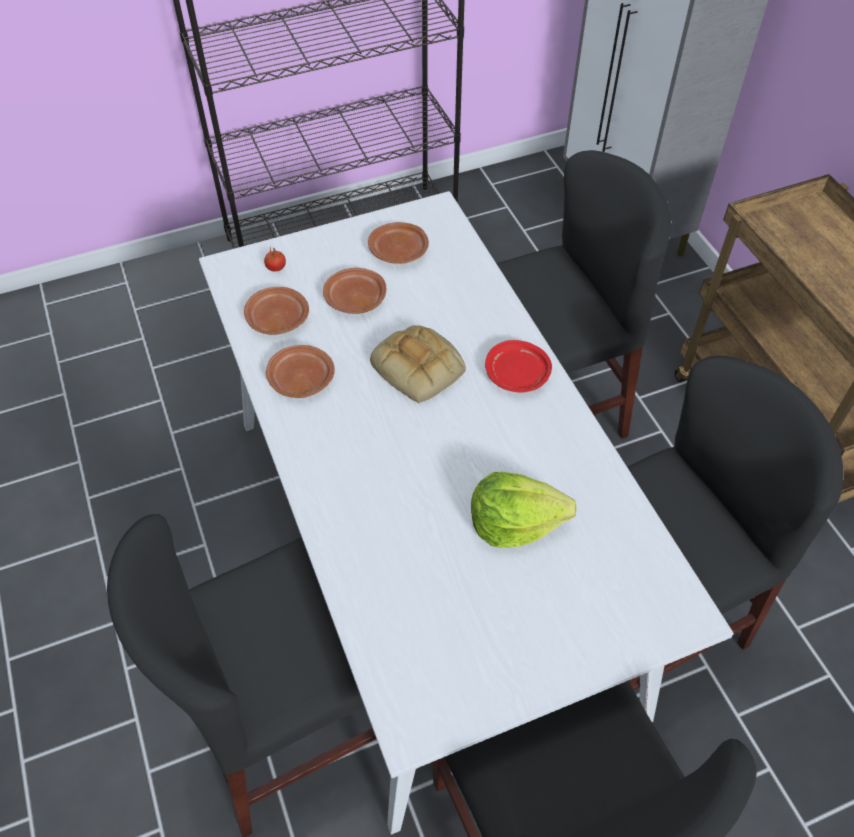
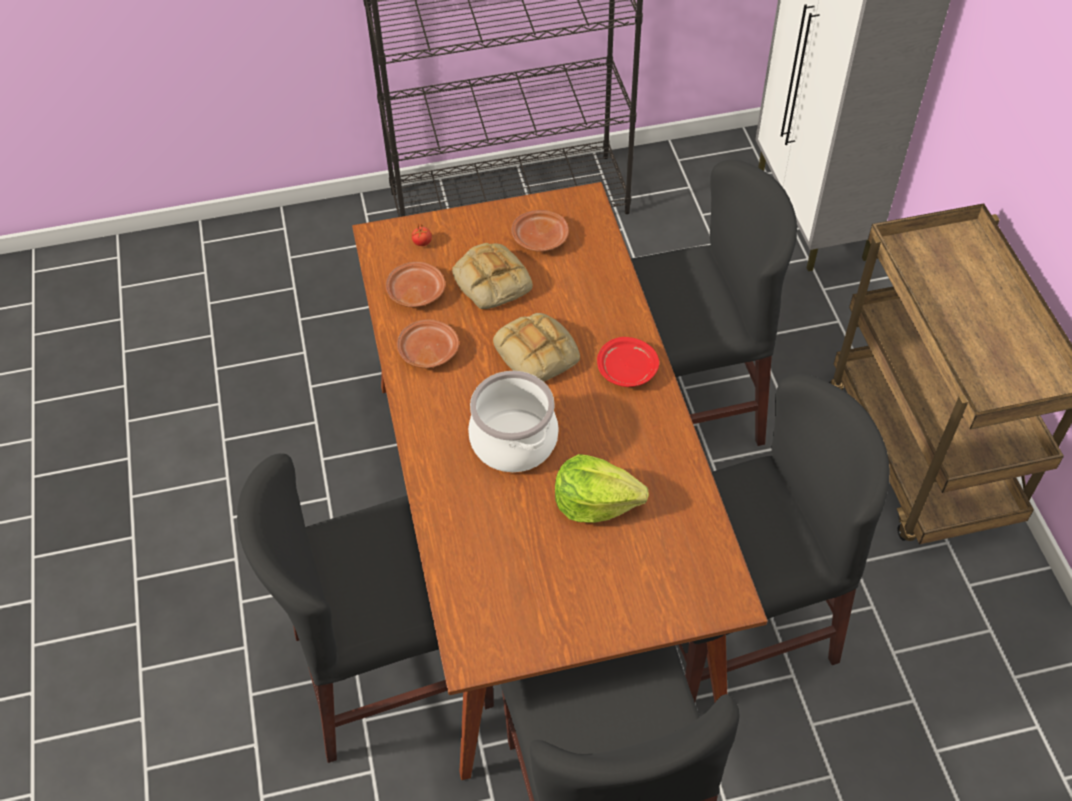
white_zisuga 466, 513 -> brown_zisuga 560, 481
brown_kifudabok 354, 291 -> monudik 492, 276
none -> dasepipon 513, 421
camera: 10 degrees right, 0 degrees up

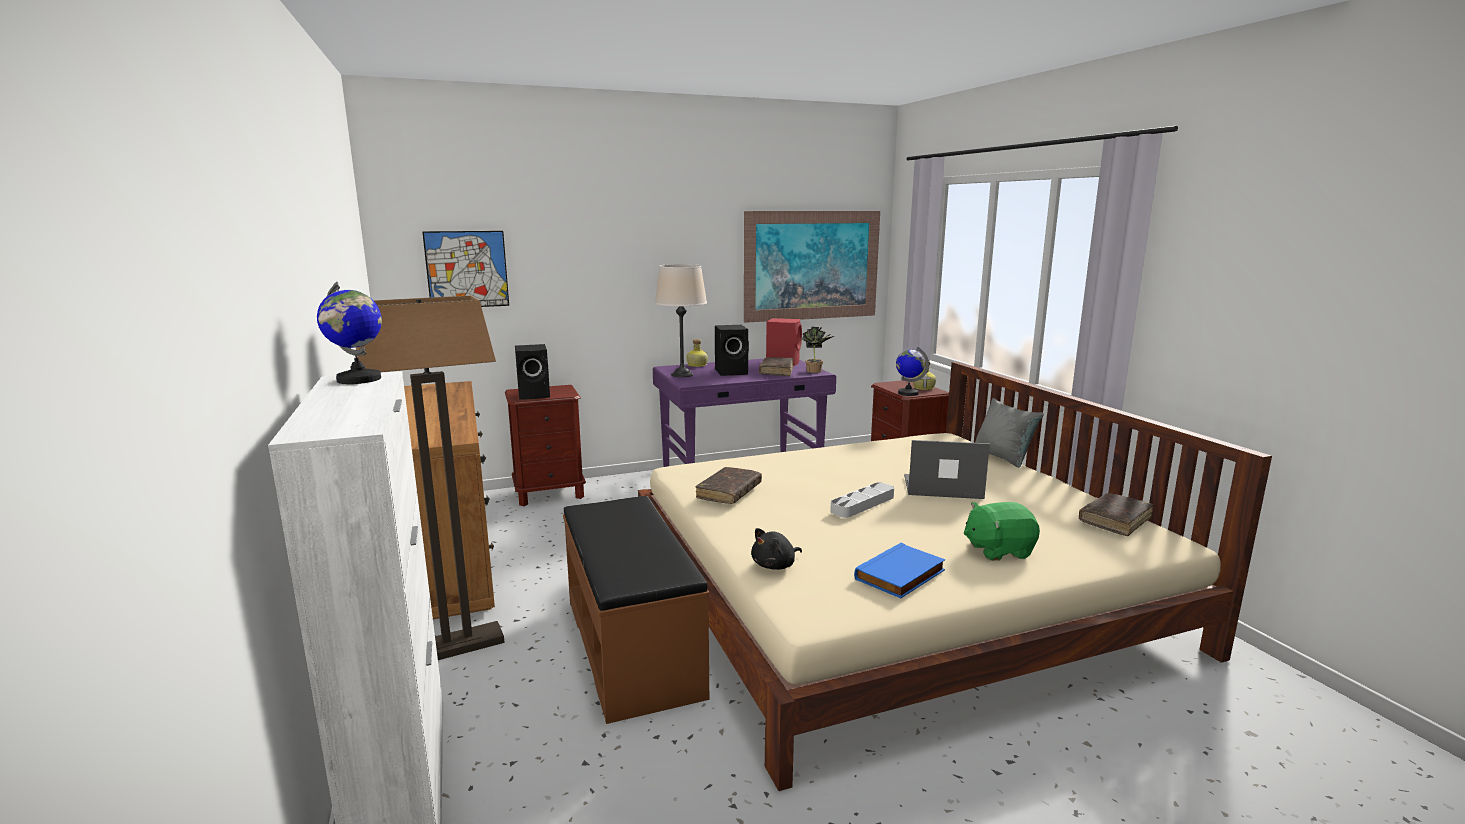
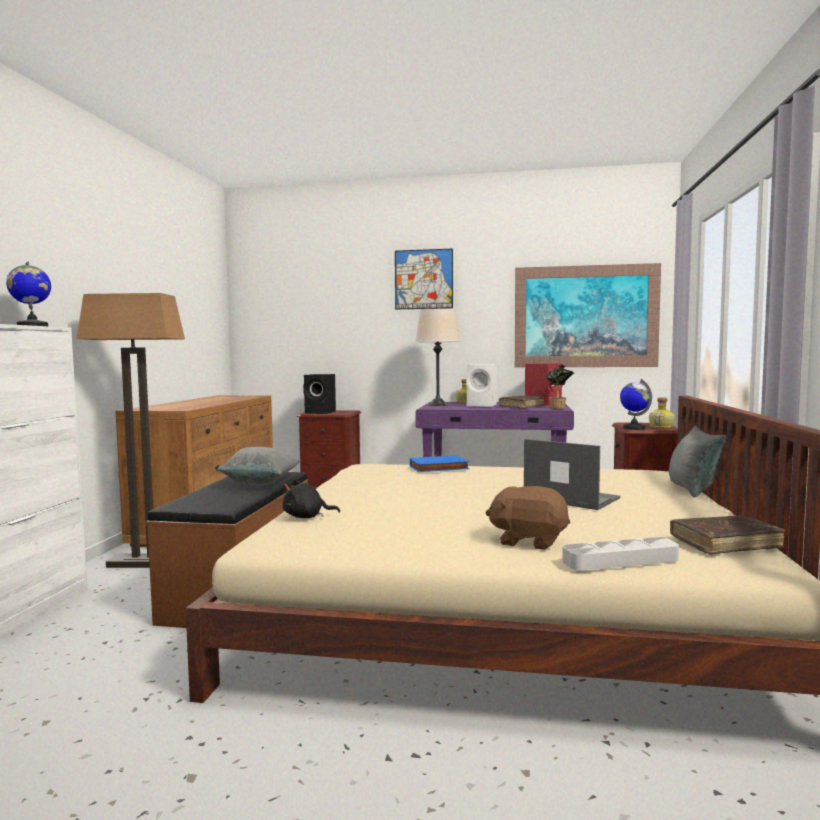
none -> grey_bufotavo 258, 466
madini 465, 269 -> madini 424, 279, shifted
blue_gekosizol 900, 570 -> blue_gekosizol 440, 463, shifted
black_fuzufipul 732, 350 -> white_fuzufipul 481, 385
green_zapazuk 1002, 531 -> brown_zapazuk 528, 518
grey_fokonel 862, 500 -> grey_fokonel 620, 554, shifted
brown_gekosizol 729, 485 -> none
camera: 30 degrees right, 10 degrees down

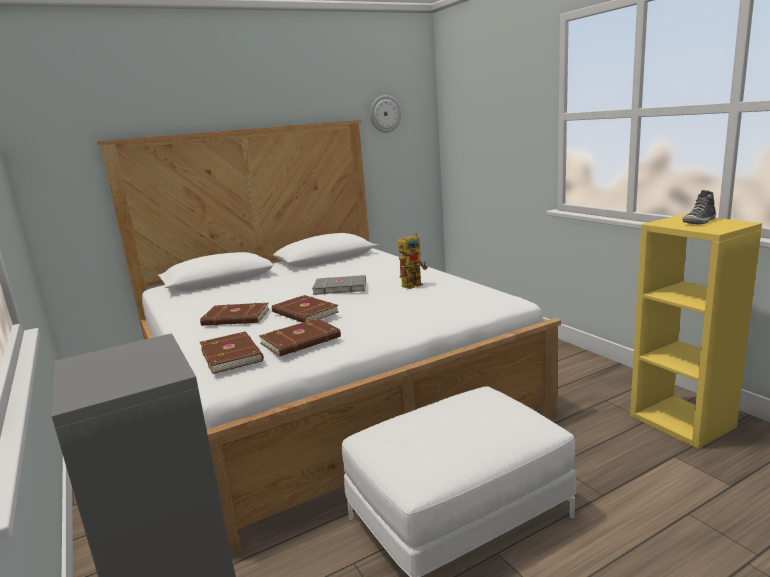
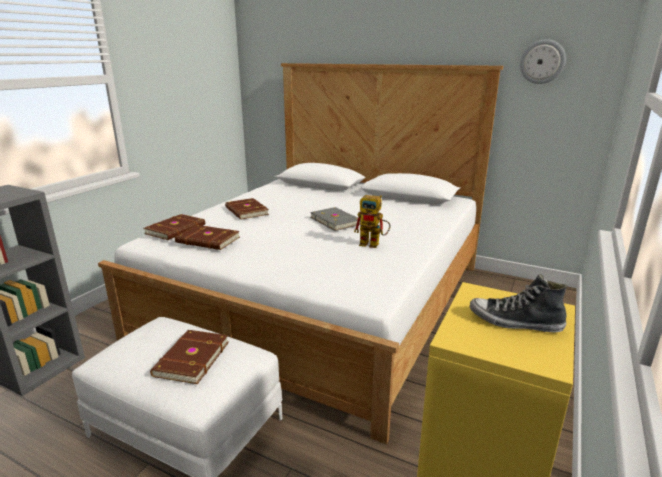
brown_gekosizol 305, 309 -> brown_gekosizol 189, 357, shifted
camera: 55 degrees right, 5 degrees up

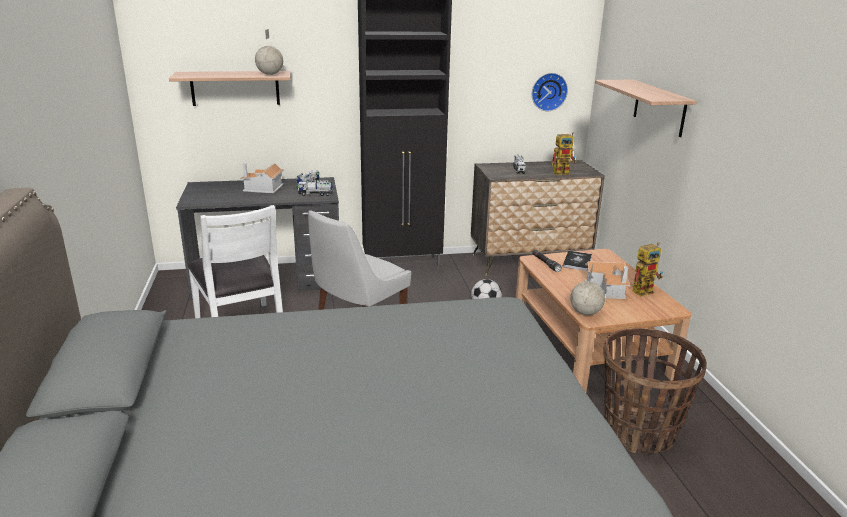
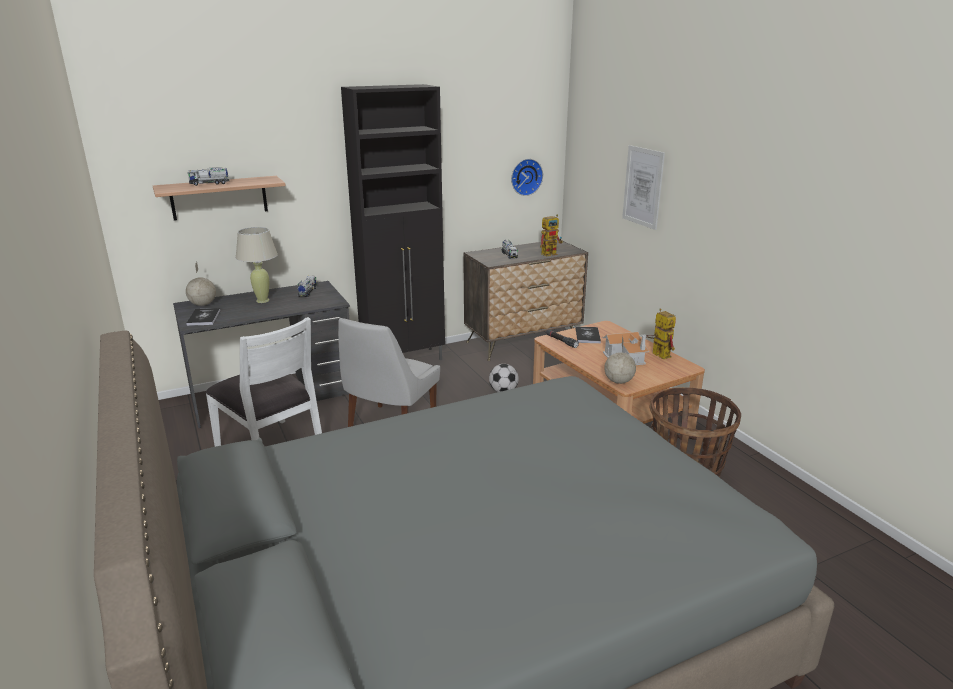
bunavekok 269, 52 -> bunavekok 201, 284, shifted
none -> gekosizol 203, 317
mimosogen 316, 188 -> mimosogen 208, 176, shifted
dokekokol 262, 178 -> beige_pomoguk 257, 265
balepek 646, 108 -> madini 643, 187
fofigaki 647, 269 -> fofigaki 661, 333, 75 degrees counterclockwise
camera: 15 degrees left, 0 degrees up

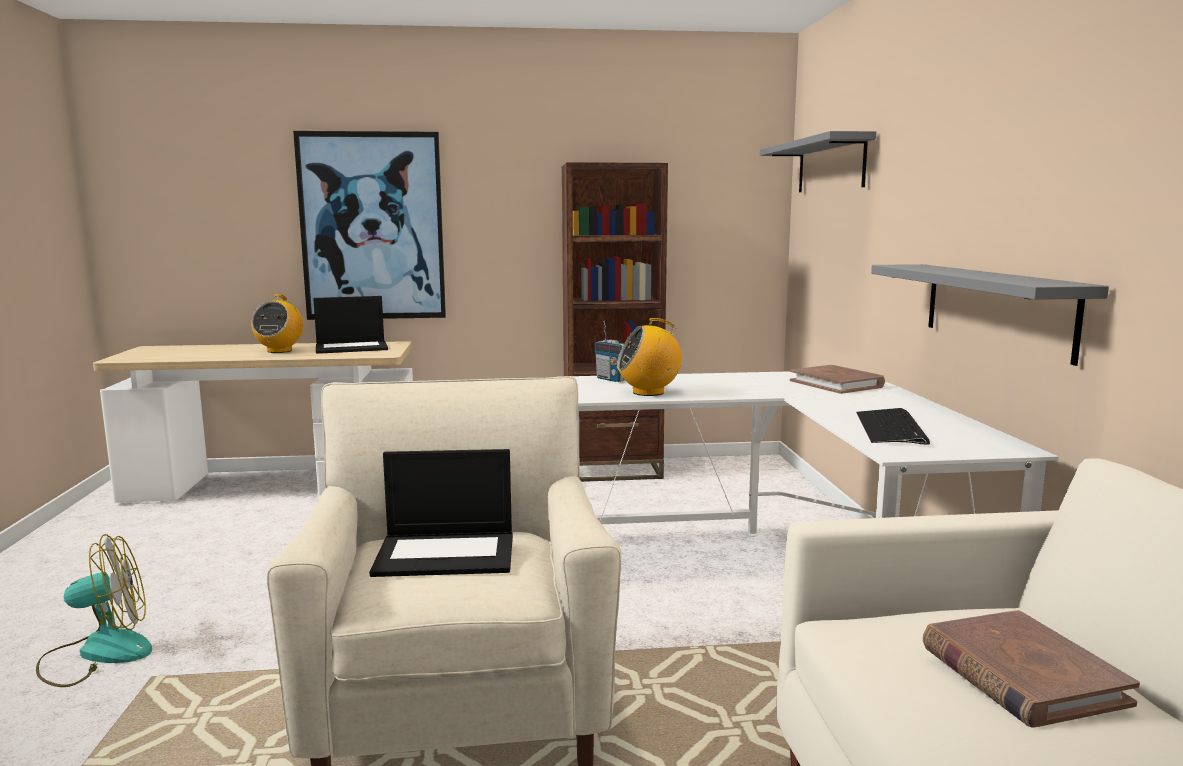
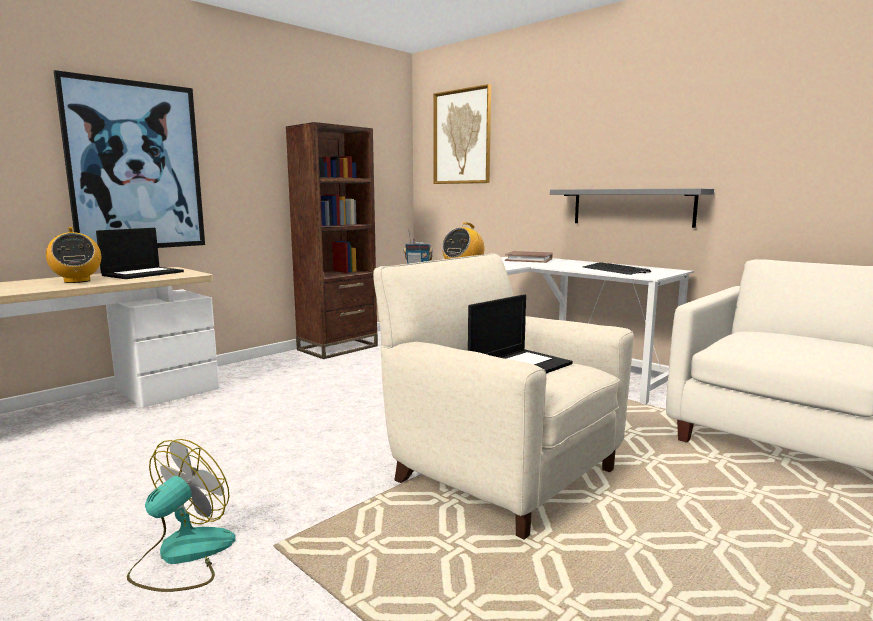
grey_balepek 818, 161 -> madini 462, 134
brown_gekosizol 1031, 669 -> none
camera: 40 degrees left, 0 degrees up

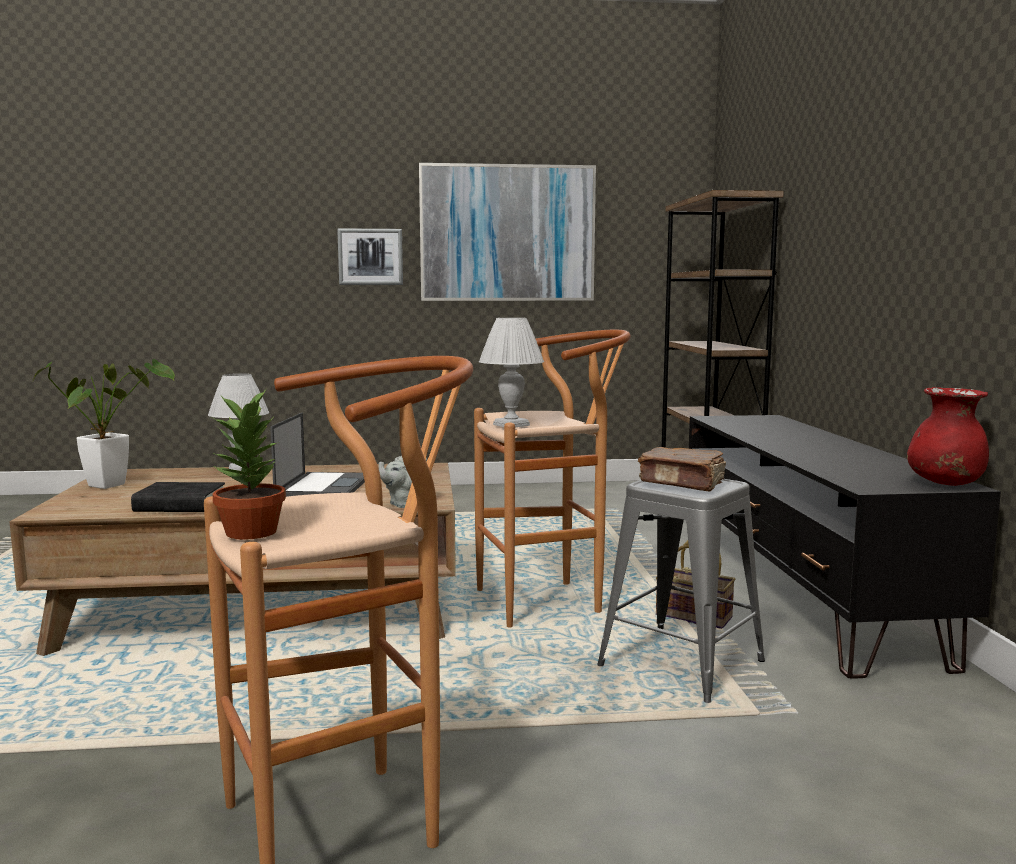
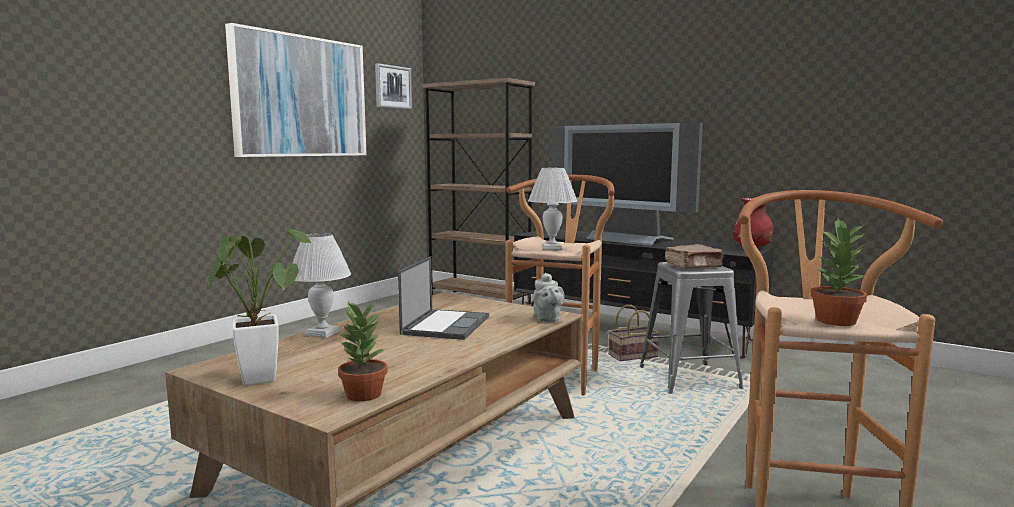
none -> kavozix 362, 351
madini 370, 256 -> madini 393, 86, shifted
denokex 317, 455 -> denokex 443, 298, 60 degrees clockwise
none -> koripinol 627, 184
black_gekosizol 178, 497 -> none
camera: 50 degrees left, 0 degrees up

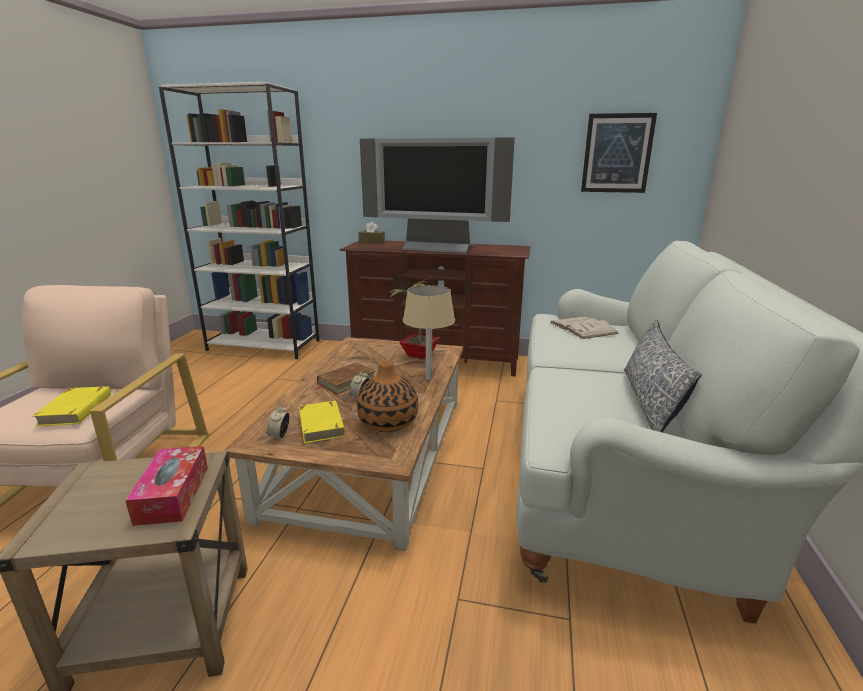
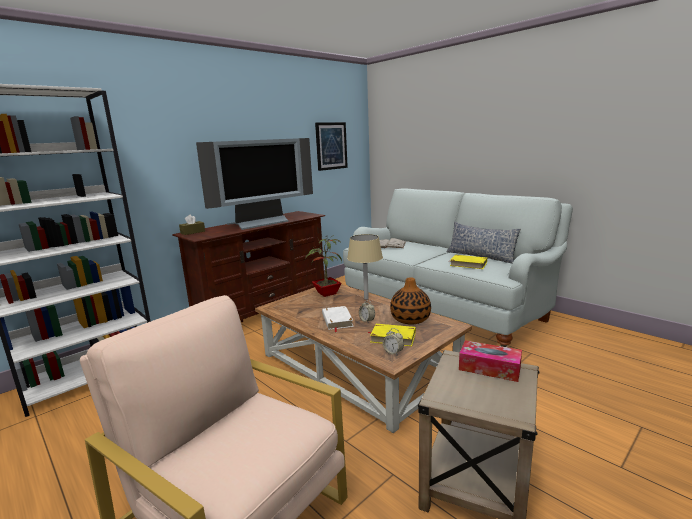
brown_gekosizol 345, 378 -> white_gekosizol 338, 319
yellow_gekosizol 72, 406 -> yellow_gekosizol 468, 262, shifted
camera: 55 degrees left, 5 degrees down

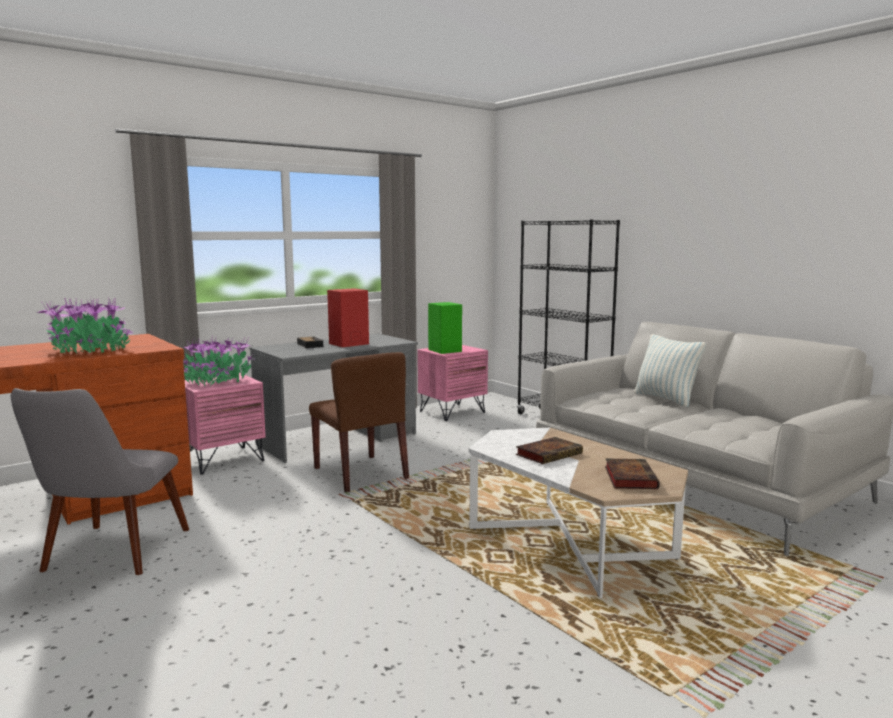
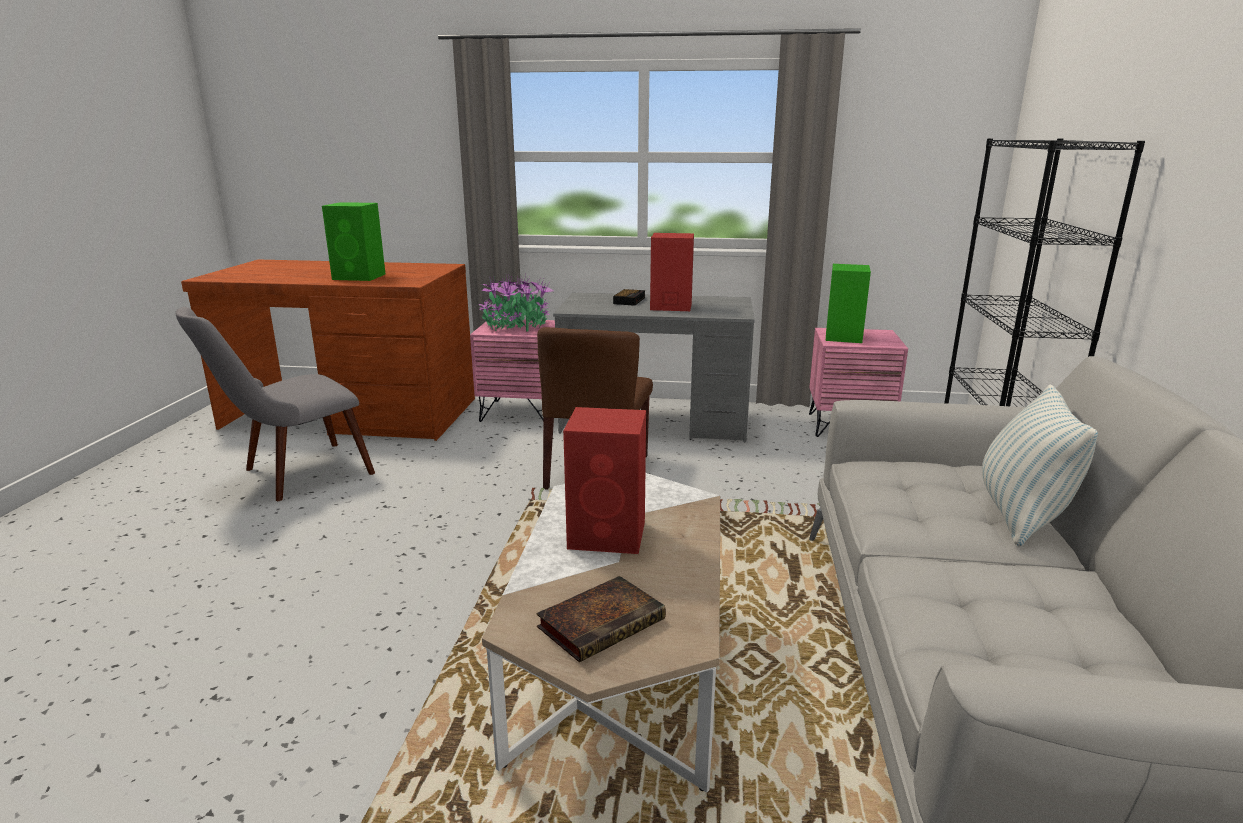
kavozix 85, 325 -> green_fuzufipul 353, 241
gekosizol 549, 450 -> red_fuzufipul 604, 480
camera: 45 degrees right, 10 degrees up

